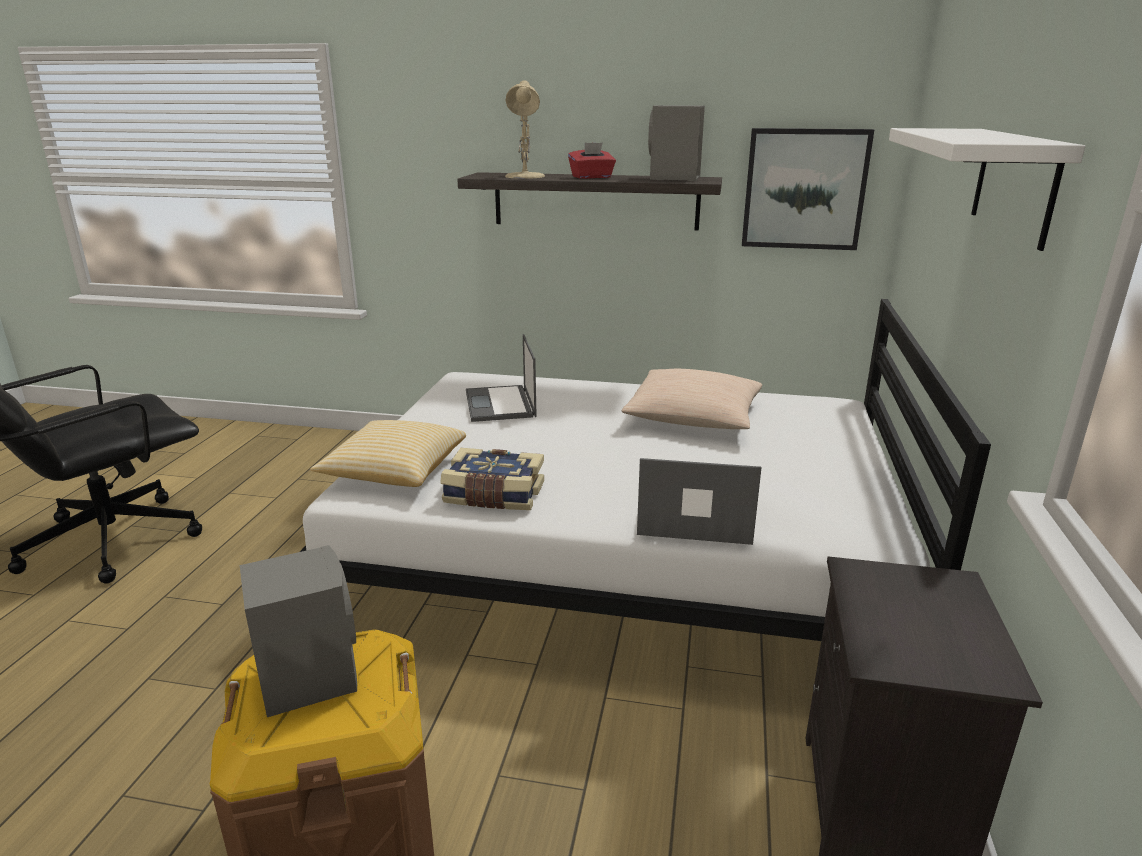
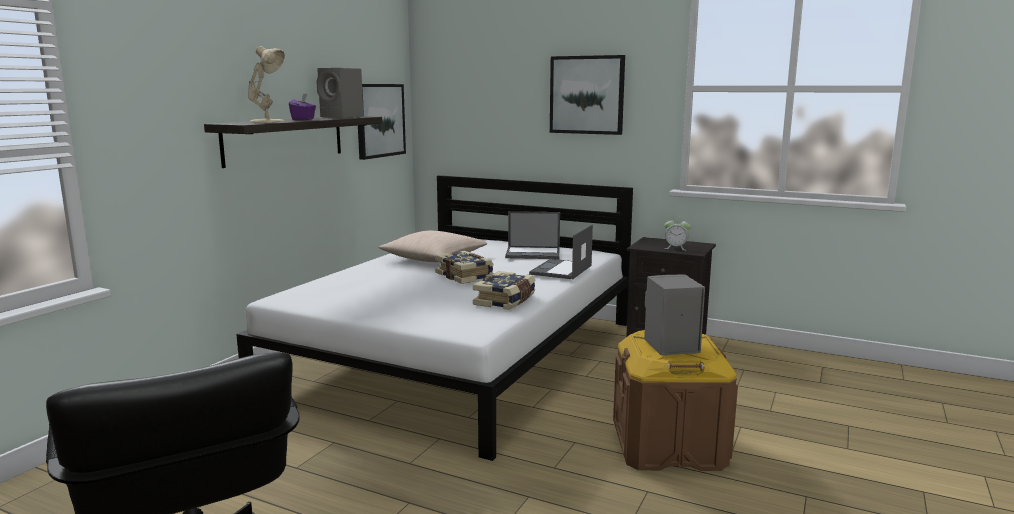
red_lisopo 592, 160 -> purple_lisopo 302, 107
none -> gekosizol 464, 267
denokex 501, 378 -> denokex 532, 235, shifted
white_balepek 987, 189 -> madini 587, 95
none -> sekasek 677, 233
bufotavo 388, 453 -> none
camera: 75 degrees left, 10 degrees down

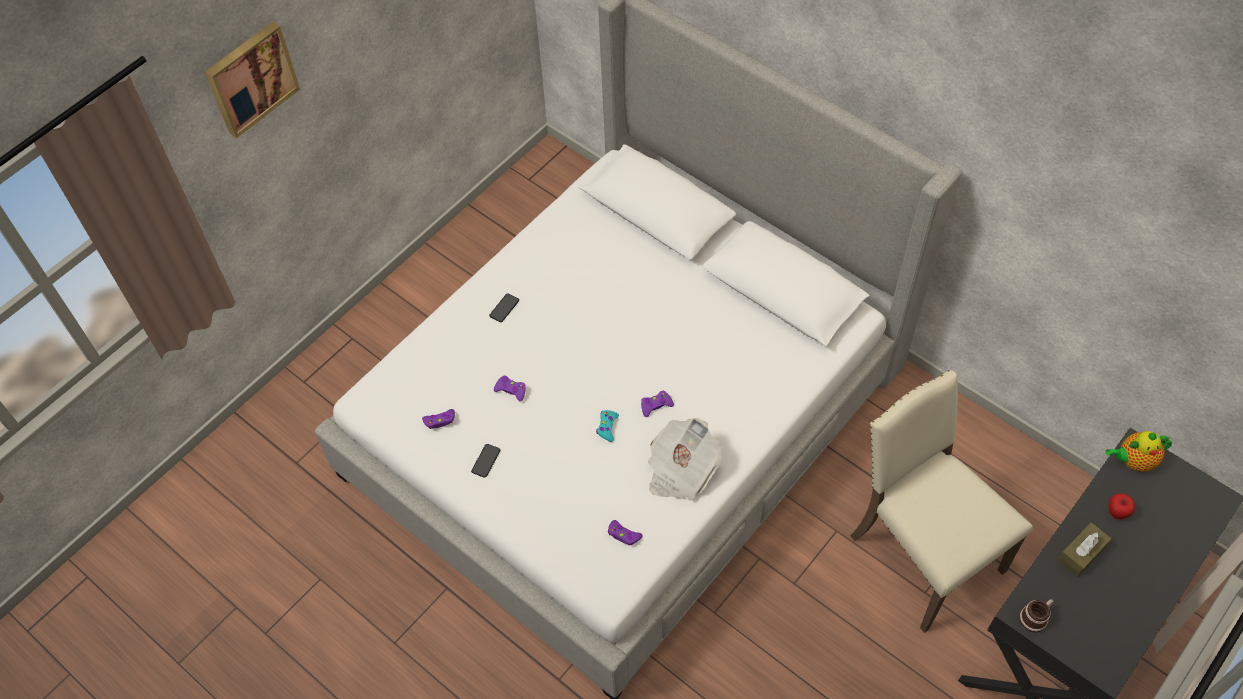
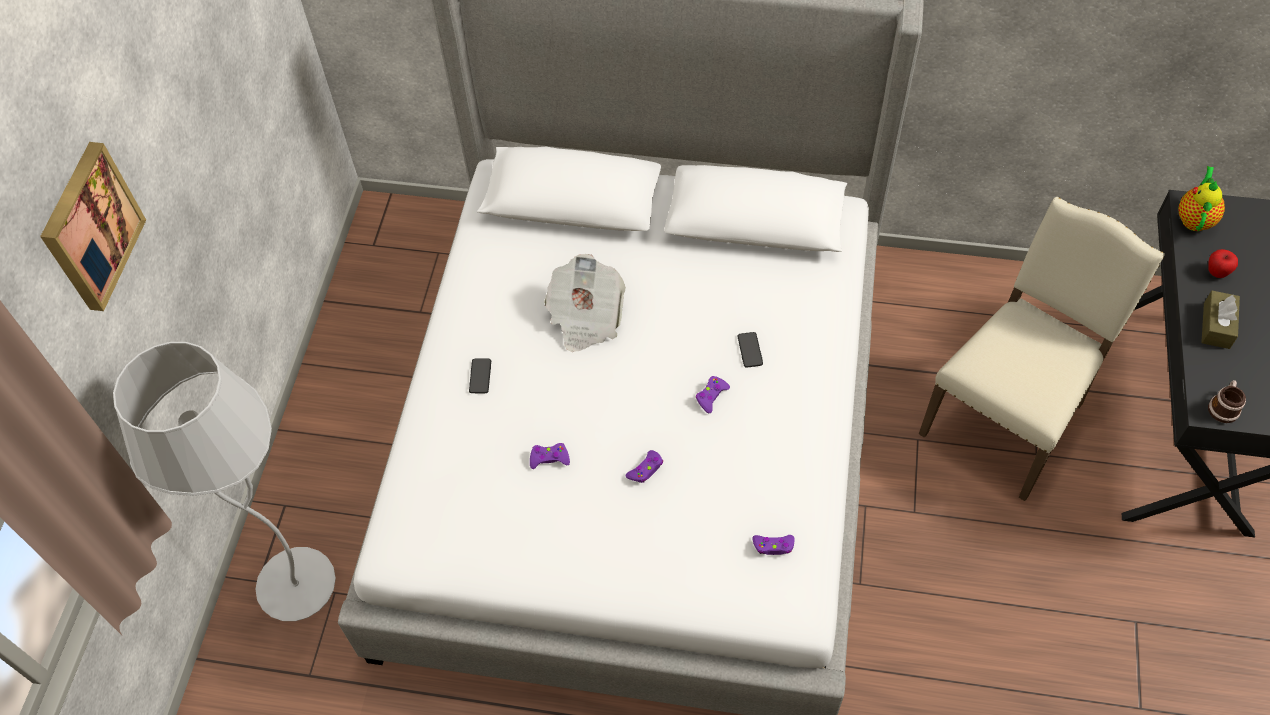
none -> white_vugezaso 224, 481
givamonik 685, 459 -> givamonik 585, 303, shifted
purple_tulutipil 438, 419 -> purple_tulutipil 644, 466, shifted
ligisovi 485, 461 -> ligisovi 750, 349, shifted
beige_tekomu 941, 501 -> beige_tekomu 1042, 349, 105 degrees clockwise
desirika 1138, 451 -> desirika 1201, 198, 150 degrees clockwise
turquoise_tulutipil 607, 426 -> none
camera: 30 degrees left, 0 degrees up

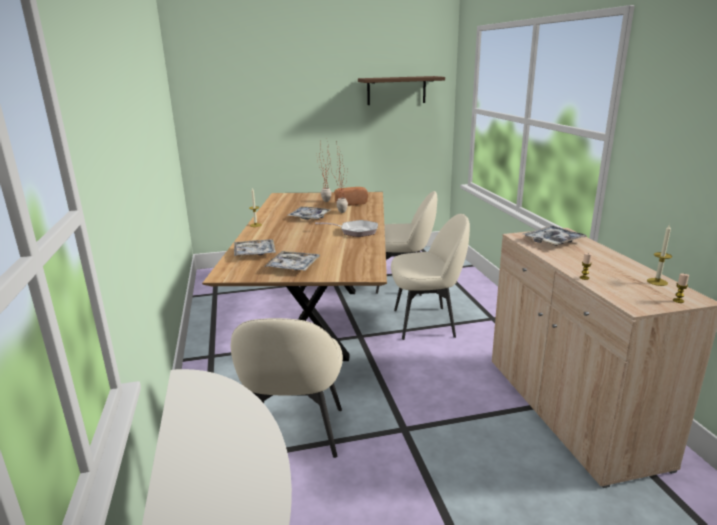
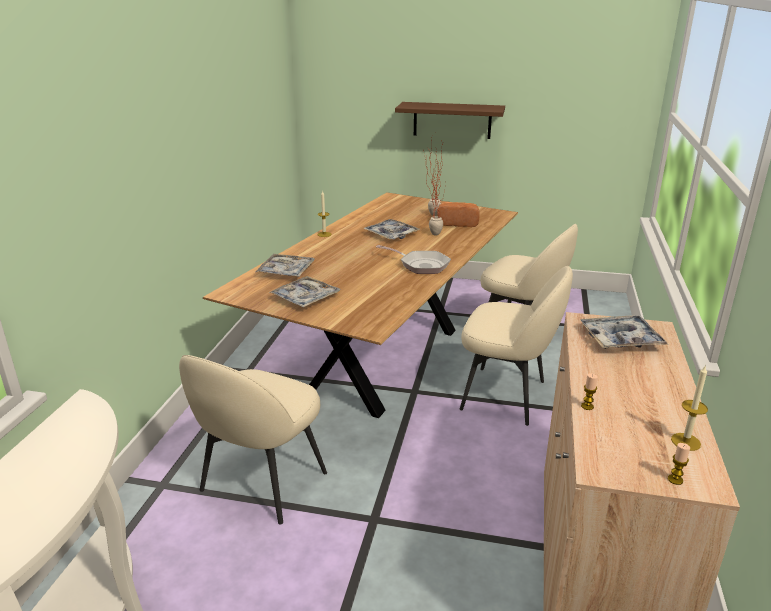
brown_balepek 401, 90 -> brown_balepek 450, 120, shifted
camera: 25 degrees right, 5 degrees up

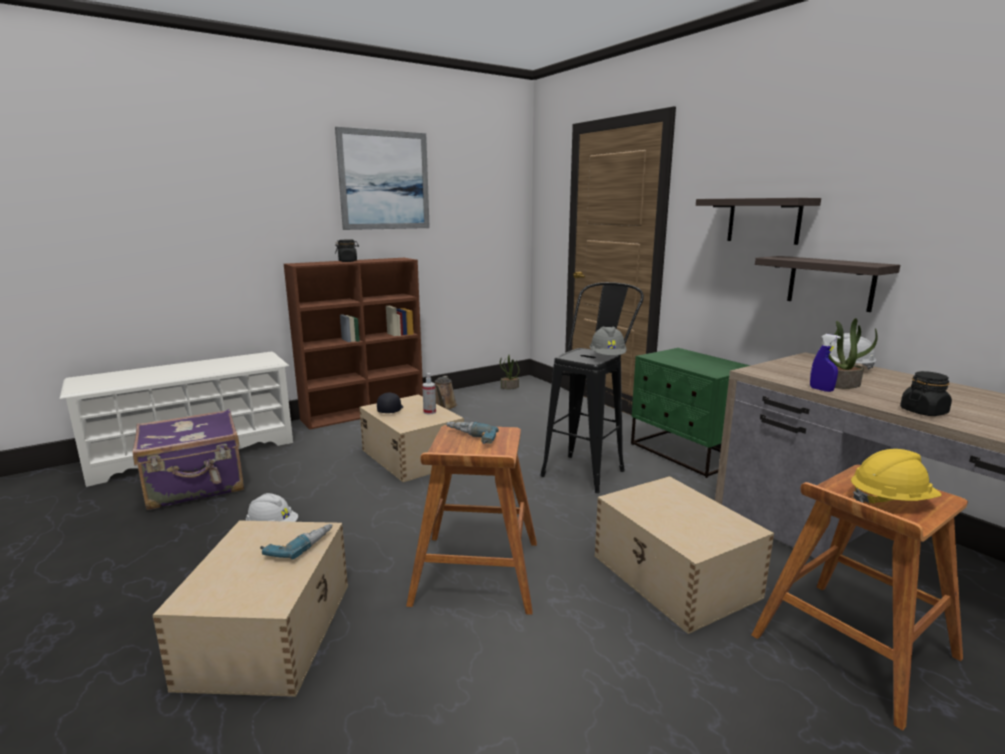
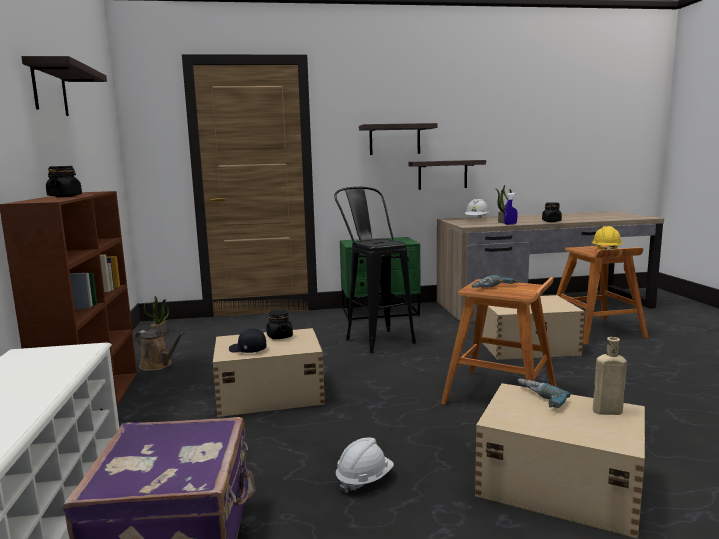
madini 382, 178 -> balepek 64, 86
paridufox 429, 393 -> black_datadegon 279, 325
none -> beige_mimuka 610, 376
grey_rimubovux 608, 340 -> none
camera: 65 degrees left, 5 degrees down

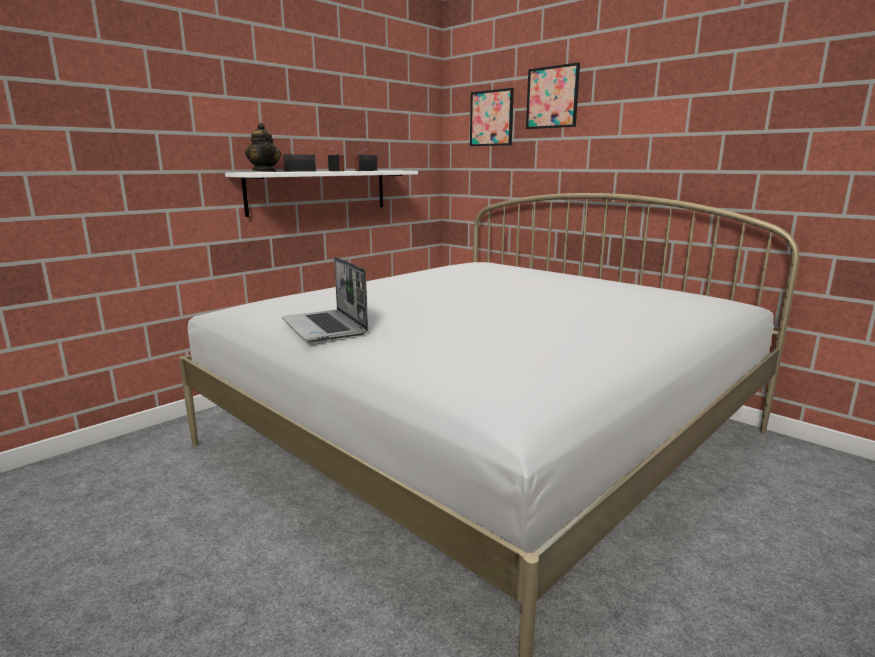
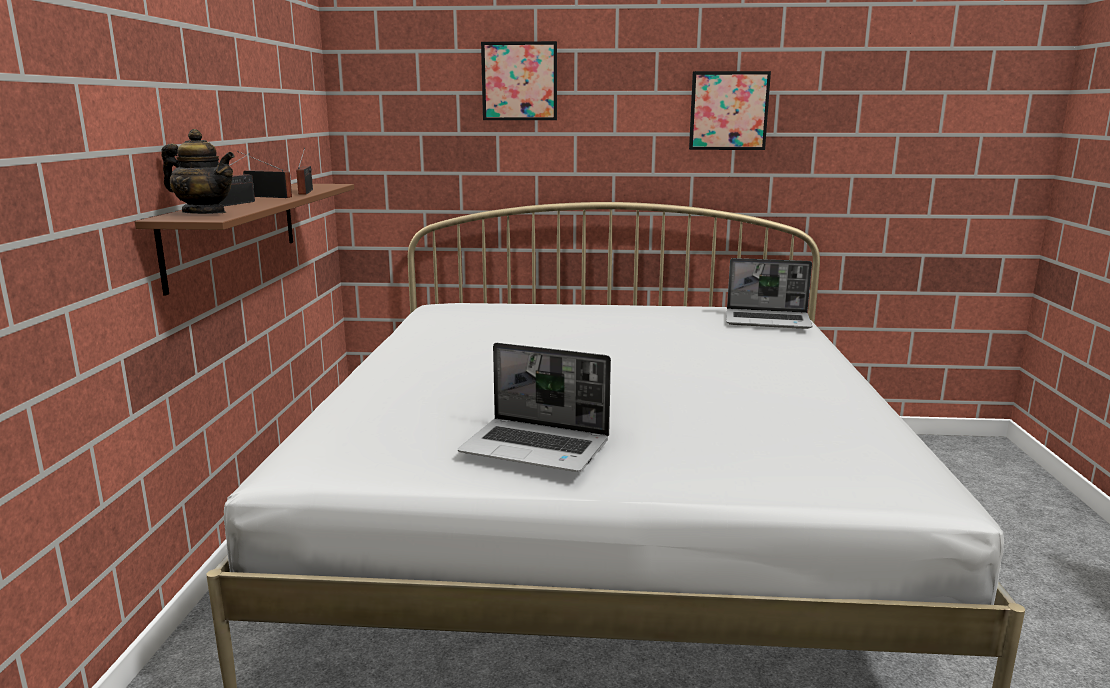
white_balepek 321, 193 -> brown_balepek 244, 240
madini 492, 117 -> madini 730, 110, shifted
none -> denokex 769, 293
camera: 40 degrees left, 0 degrees up

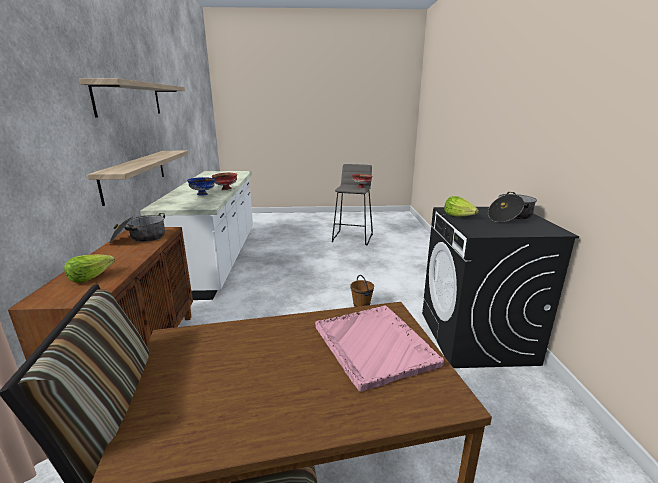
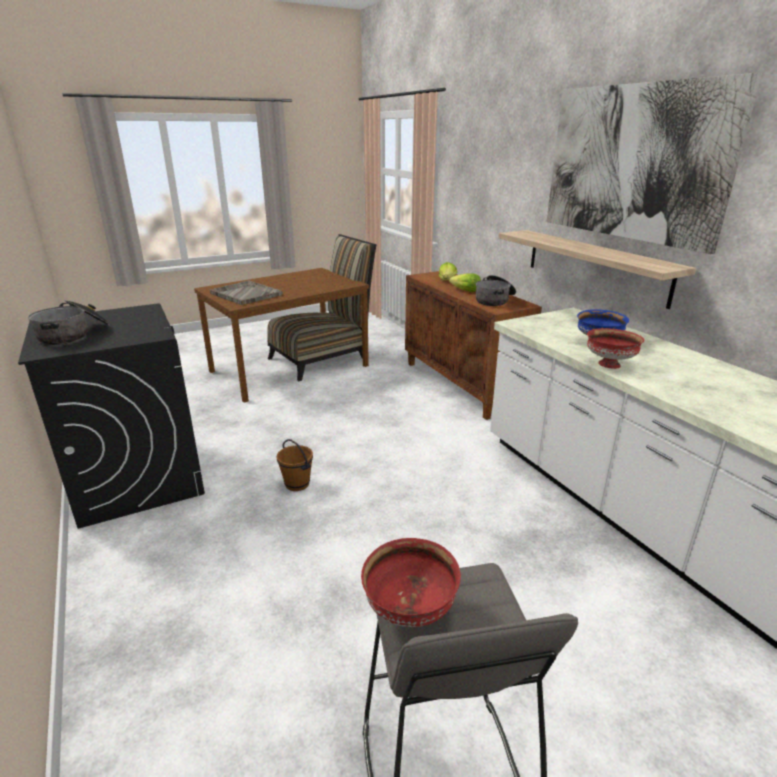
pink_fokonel 379, 349 -> grey_fokonel 246, 292
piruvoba 461, 206 -> piruvoba 465, 282, shifted
balepek 132, 98 -> madini 654, 163
camera: 155 degrees right, 5 degrees up

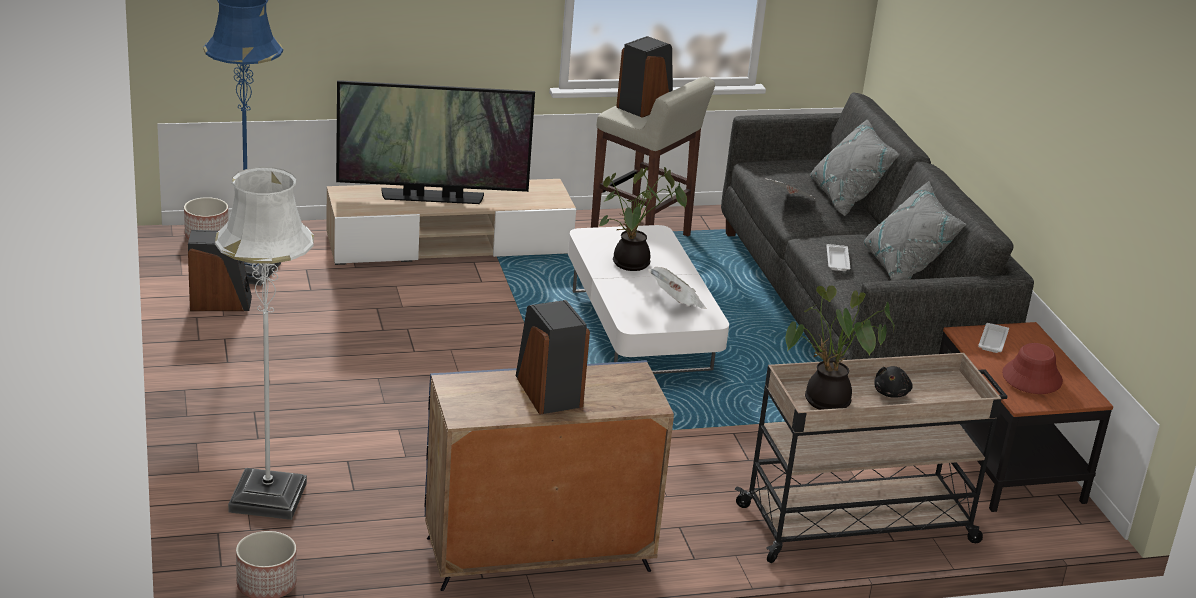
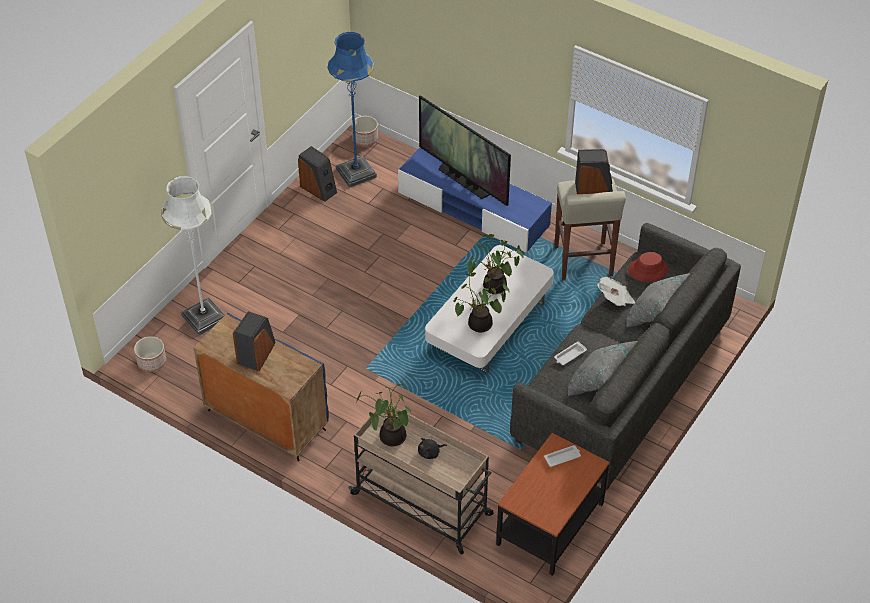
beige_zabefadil 451, 222 -> blue_zabefadil 475, 200
givamonik 677, 288 -> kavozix 481, 302
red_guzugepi 1032, 368 -> red_guzugepi 648, 267, shifted
camera: 50 degrees right, 20 degrees up

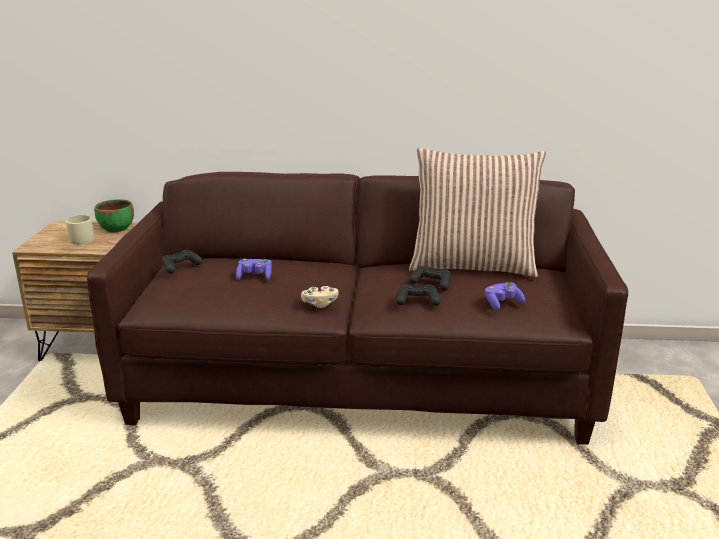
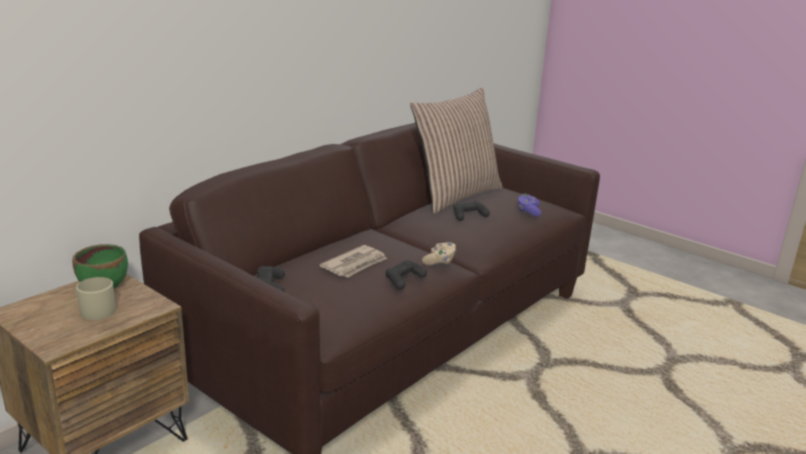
purple_tulutipil 254, 270 -> givamonik 353, 261
black_tulutipil 418, 295 -> black_tulutipil 406, 275, shifted
camera: 55 degrees left, 0 degrees up

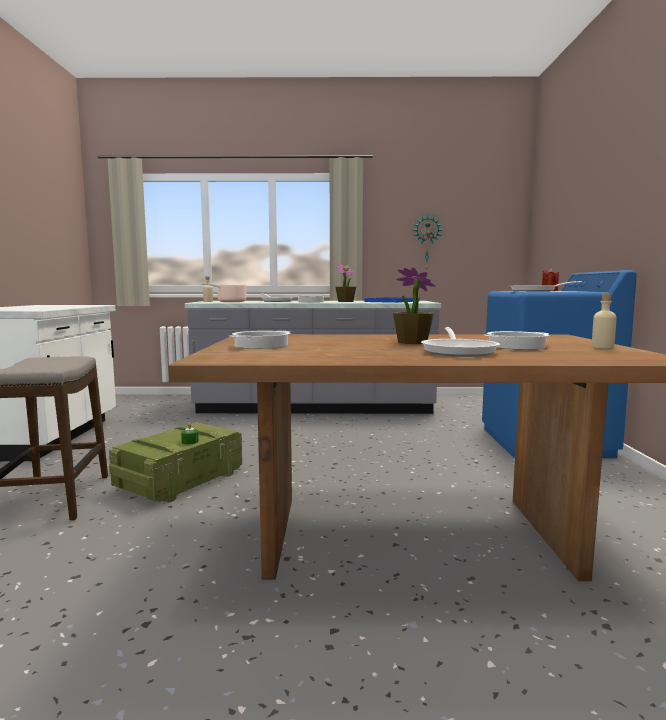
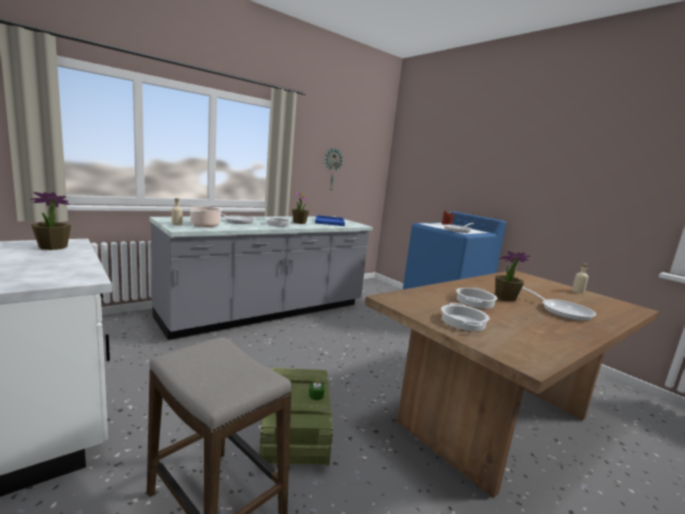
none -> kavozix 50, 221
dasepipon 517, 340 -> dasepipon 477, 298, shifted
camera: 40 degrees left, 5 degrees up

